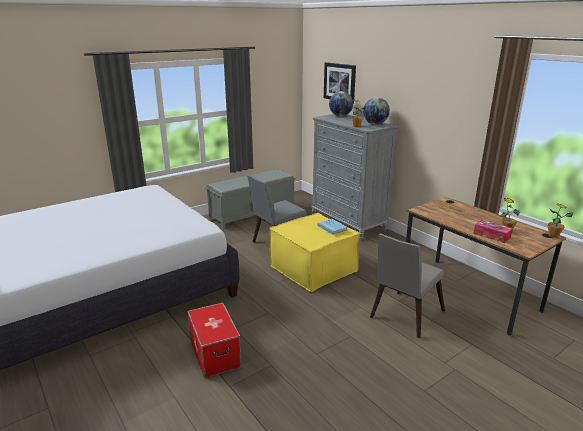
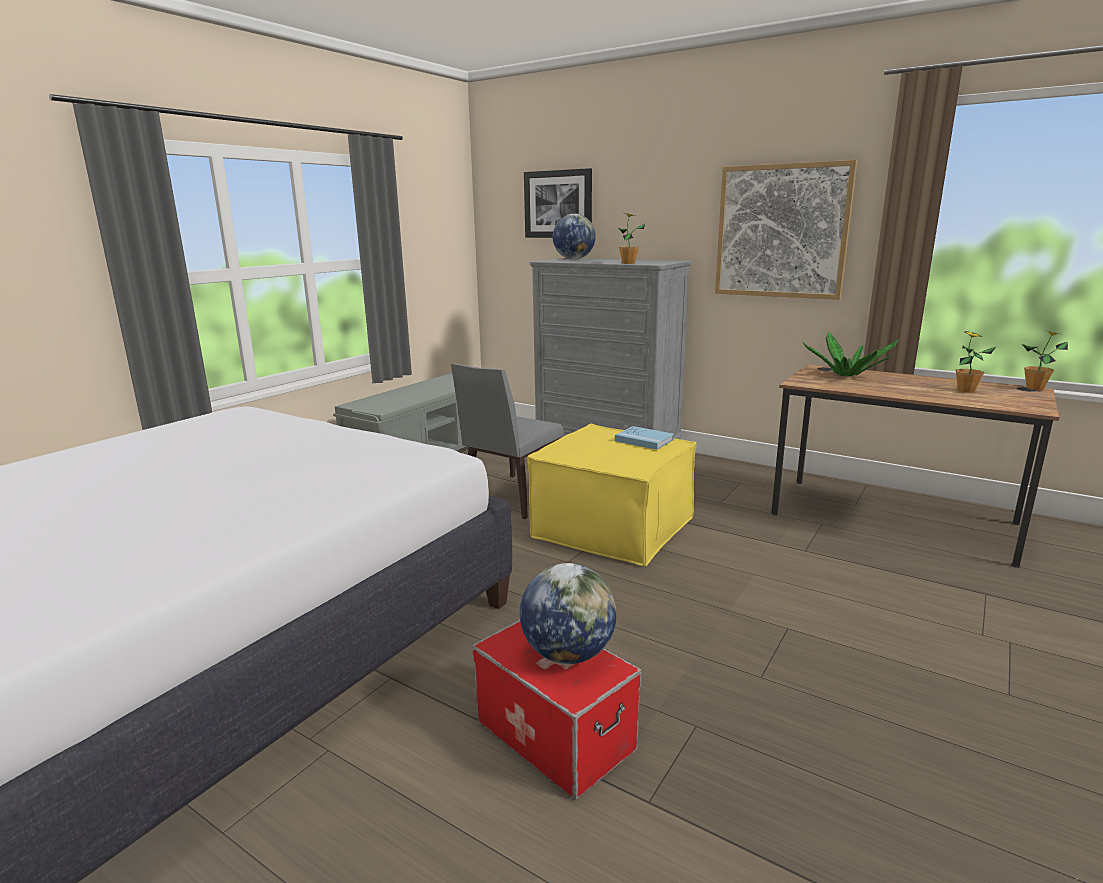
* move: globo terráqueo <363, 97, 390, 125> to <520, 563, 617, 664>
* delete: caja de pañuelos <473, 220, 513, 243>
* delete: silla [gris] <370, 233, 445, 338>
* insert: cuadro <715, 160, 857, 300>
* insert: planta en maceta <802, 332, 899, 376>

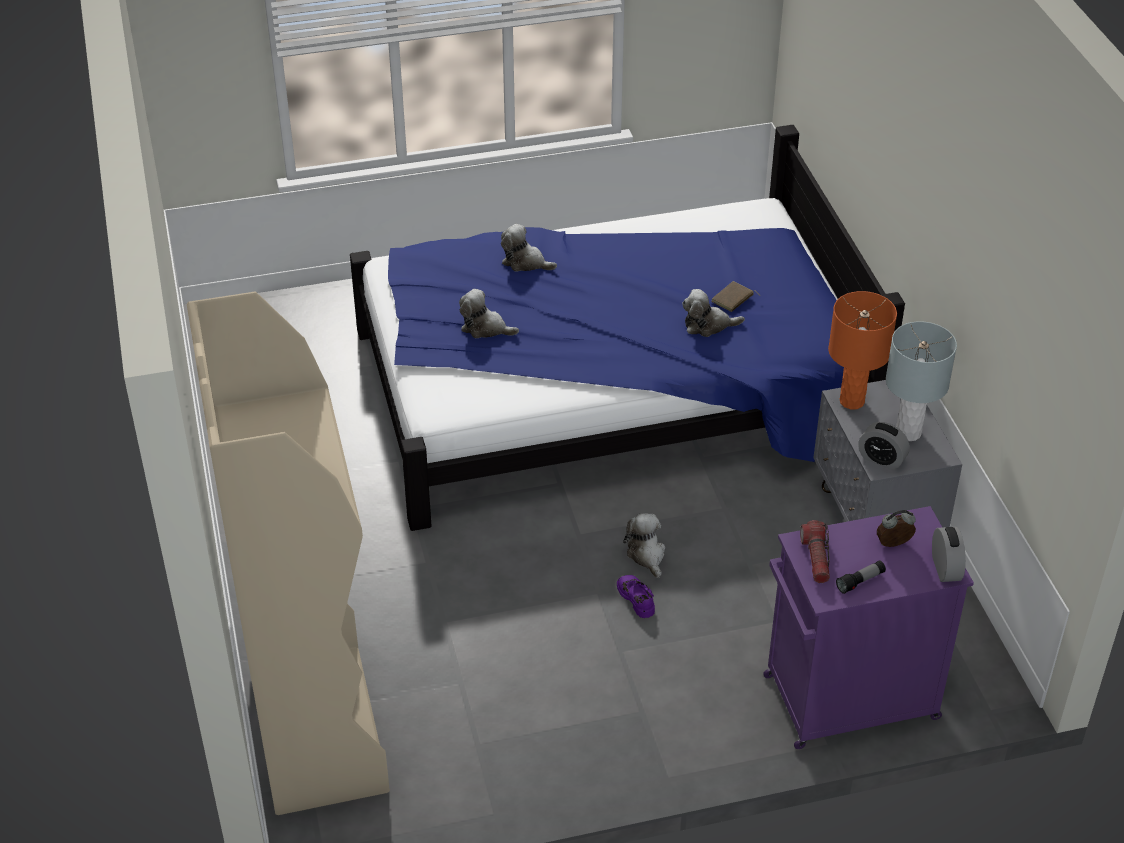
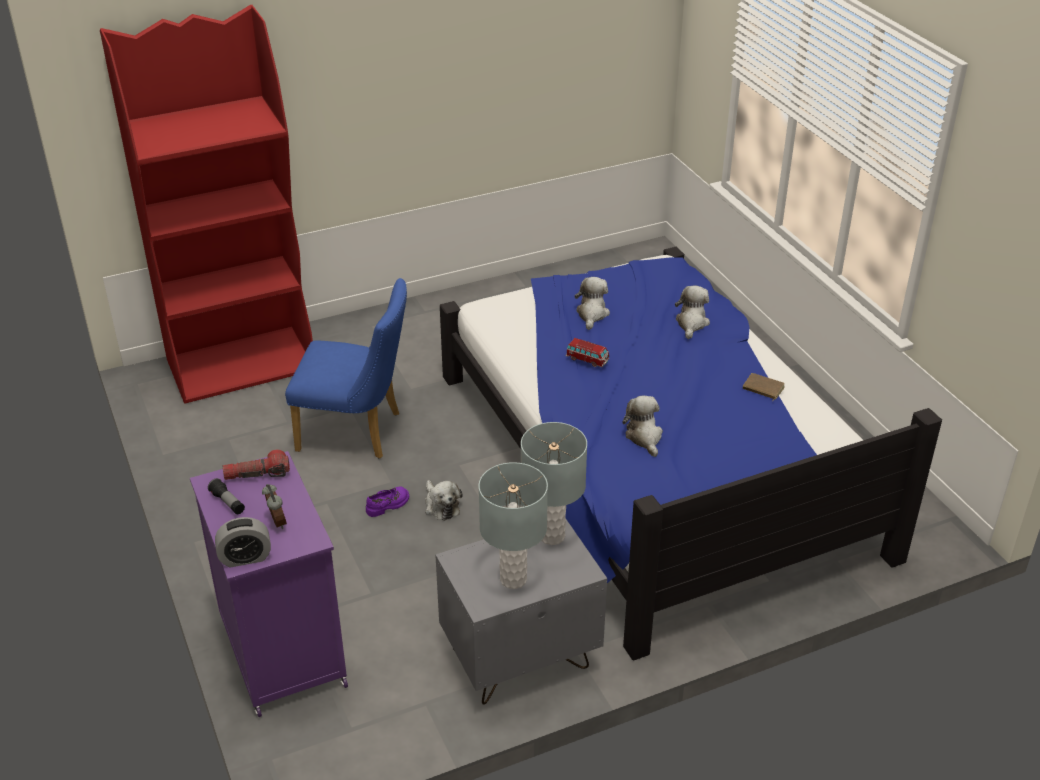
* move: libro [marrón] <711, 281, 760, 312> to <743, 373, 785, 402>
* recolor: estantería [beis] <187, 291, 390, 815> to estantería [rojo] <100, 5, 313, 403>
* recolor: lámpara de mesa [naranja] <828, 291, 897, 409> to lámpara de mesa [gris] <521, 422, 587, 545>
* delete: despertador <858, 422, 910, 470>
* rotate: peluche <623, 513, 665, 579> = <425, 480, 463, 521> 90 degrees clockwise
* insert: silla [azul] <285, 278, 407, 459>
* insert: coche de juguete <565, 338, 610, 367>

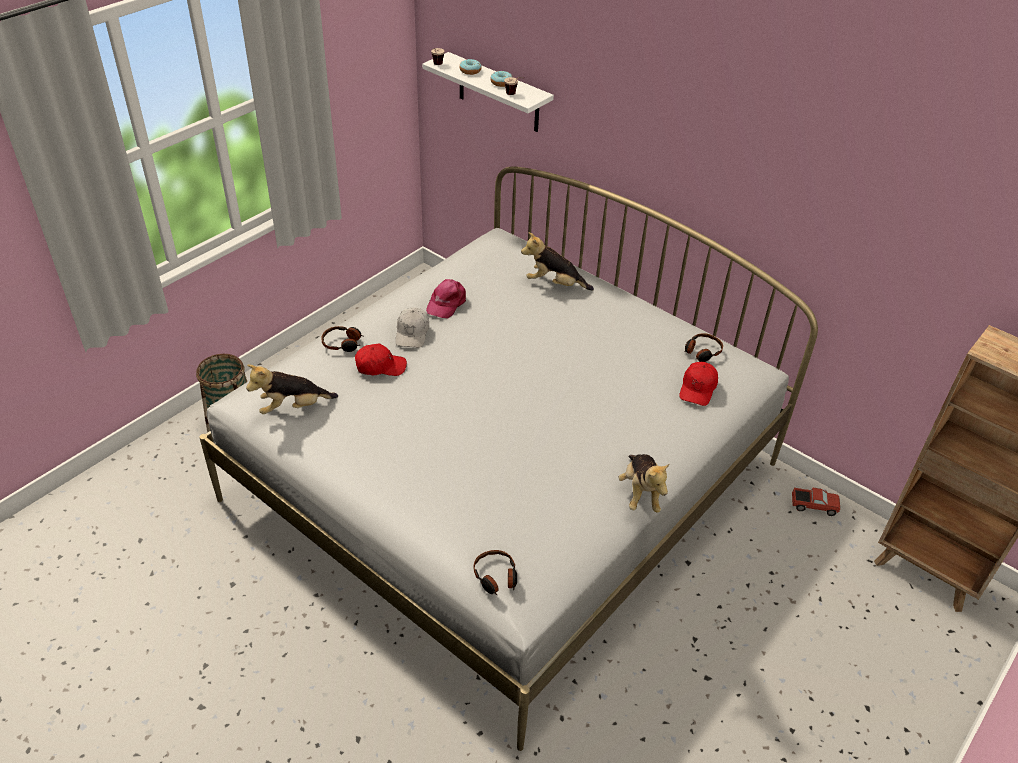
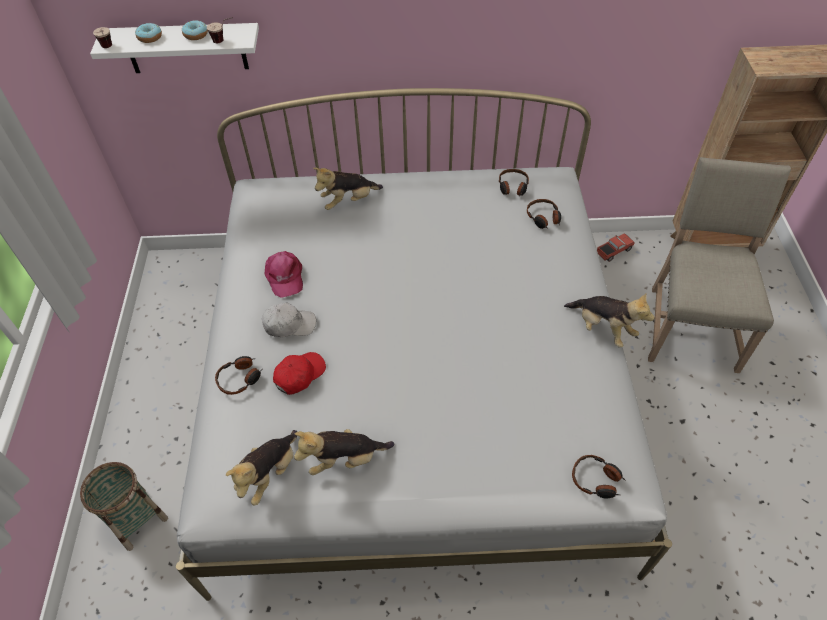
* rotate: gorra [blanco] <395, 307, 429, 348> = <262, 303, 316, 338> 60 degrees counterclockwise
* replace: gorra [rojo] <679, 362, 718, 406> to auriculares <527, 199, 561, 229>
* insert: silla [beis] <648, 157, 791, 373>
* insert: peluche <294, 429, 394, 475>

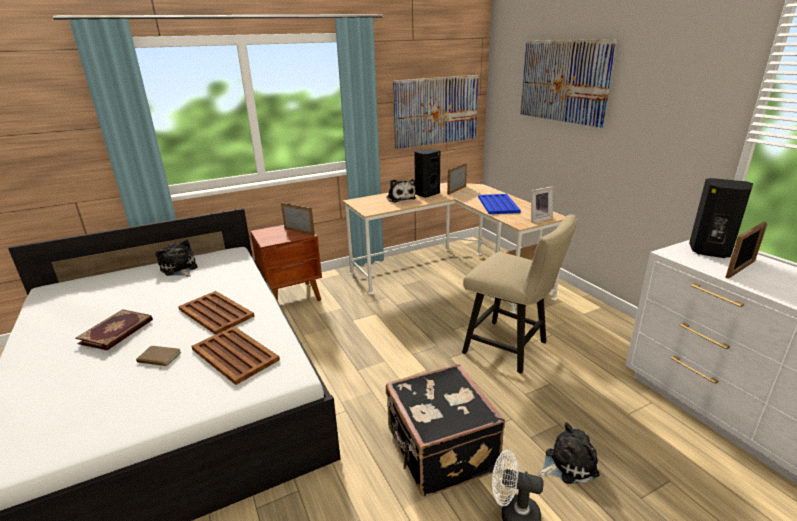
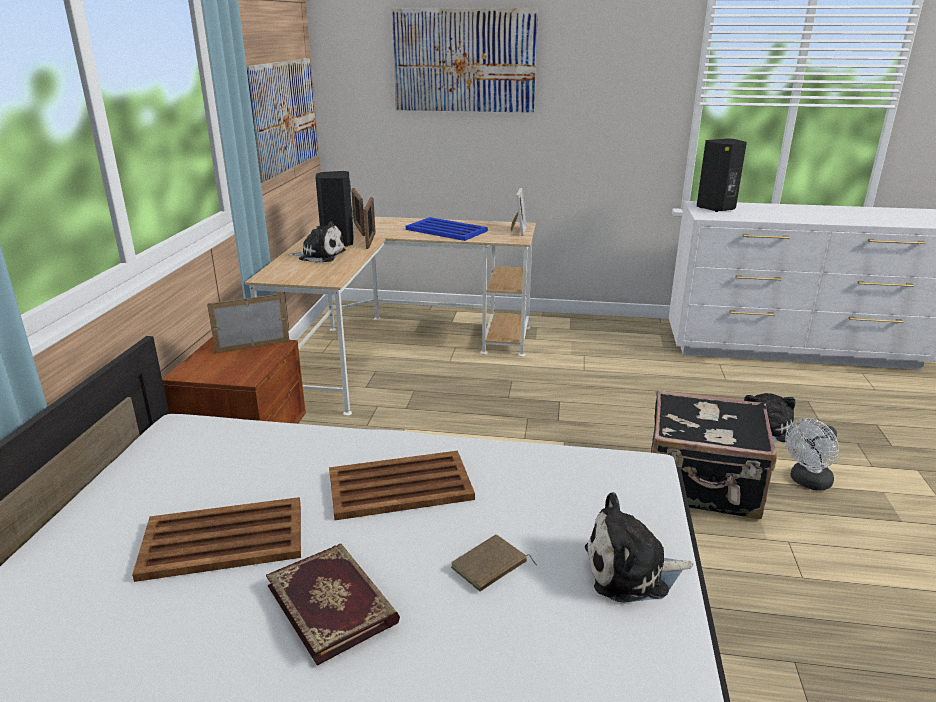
* delete: silla [beis] <462, 214, 577, 374>
* move: portarretratos <725, 222, 767, 279> to <364, 197, 376, 249>
* move: peluche <156, 240, 198, 277> to <585, 492, 693, 602>
* move: bandeja [marrón] <191, 326, 280, 385> to <132, 497, 301, 582>

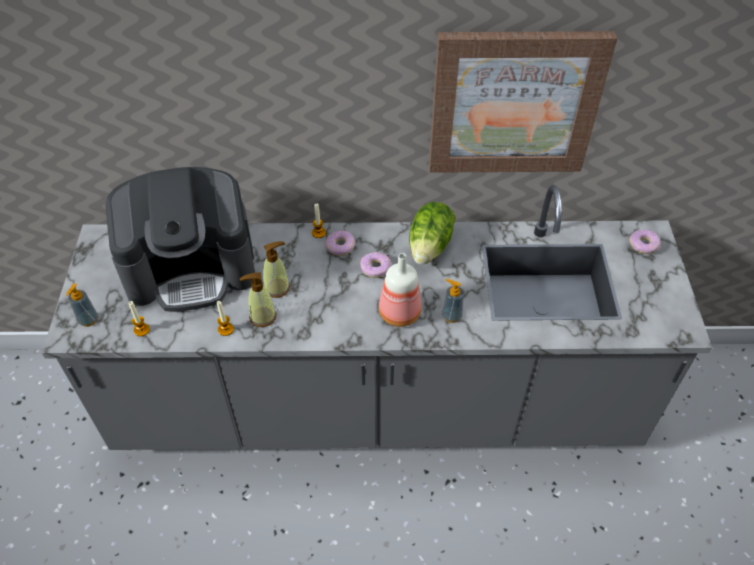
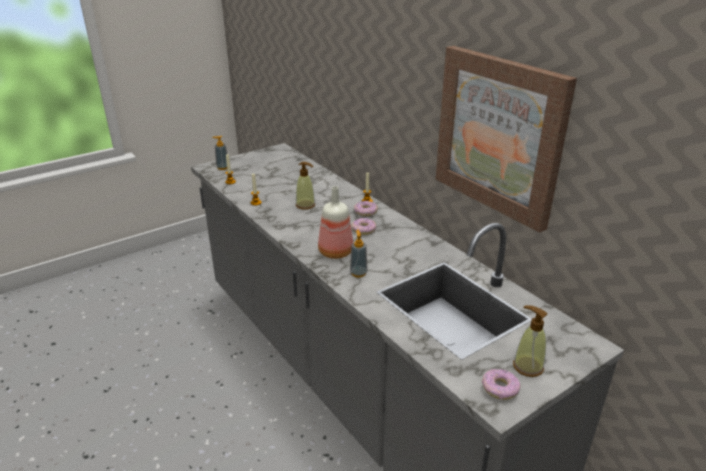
* delete: cafetera <106, 167, 255, 312>
* delete: lechuga <409, 202, 455, 265>
* move: rosquilla <629, 229, 661, 254> to <482, 369, 520, 400>
* move: dispensador de jabón <240, 272, 277, 327> to <513, 305, 548, 377>

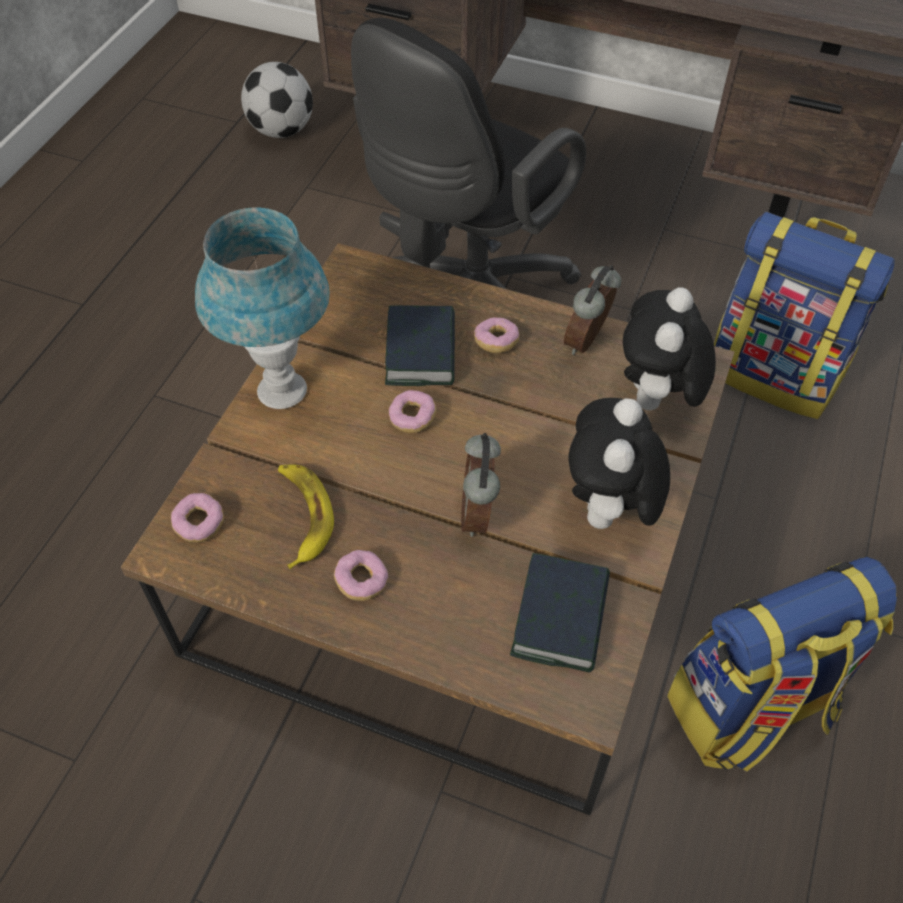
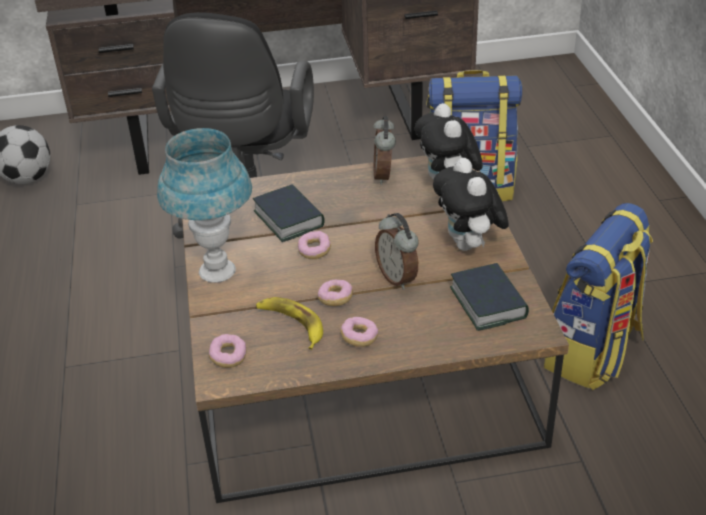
* move: rosquilla <474, 317, 519, 353> to <317, 280, 353, 306>

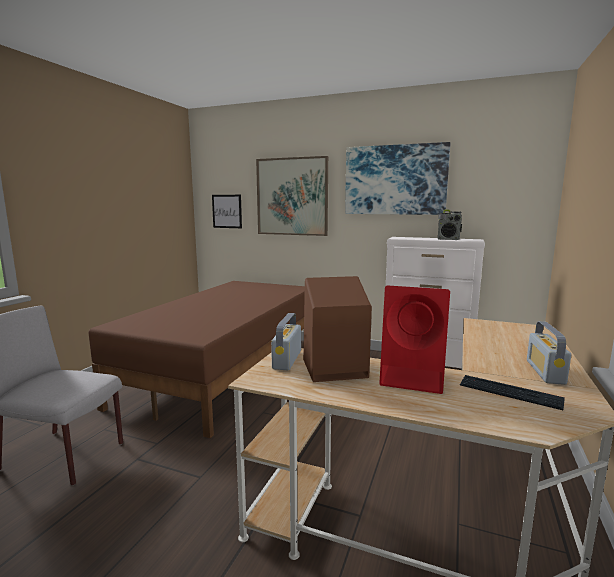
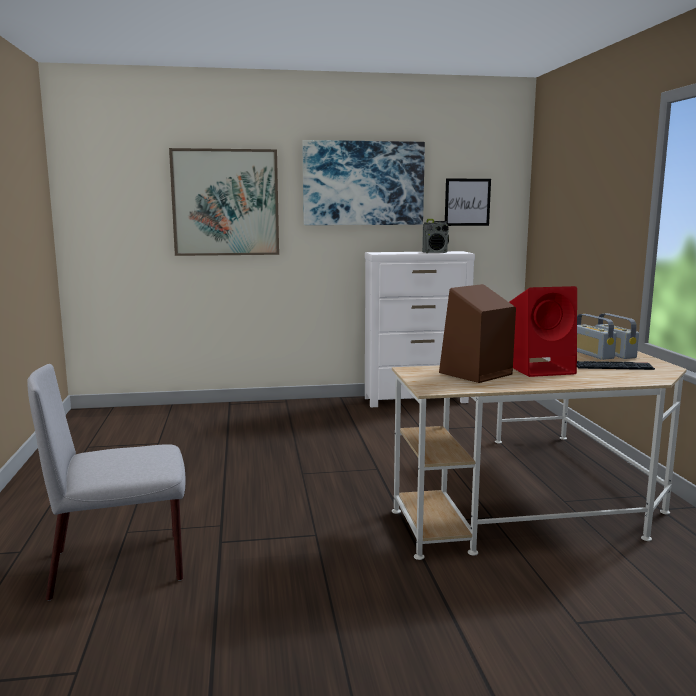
* move: cuadro <212, 195, 242, 228> to <445, 178, 491, 226>
* delete: cama [marrón] <88, 281, 305, 438>
* move: radio <271, 313, 301, 370> to <577, 314, 617, 360>

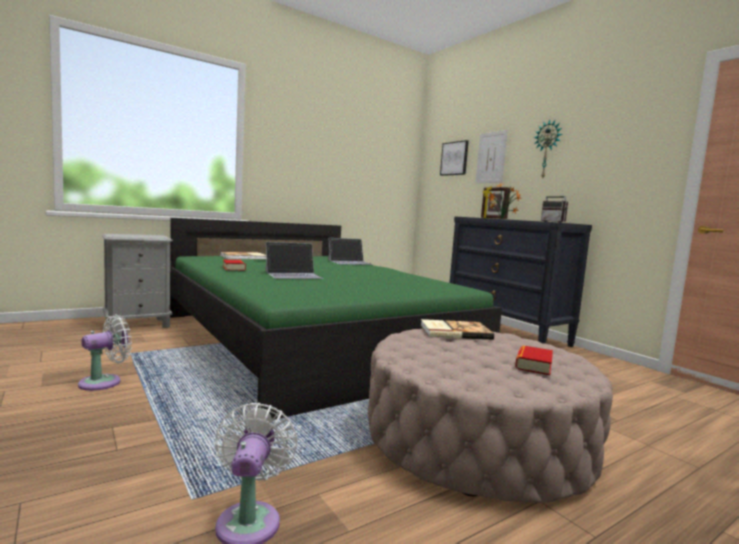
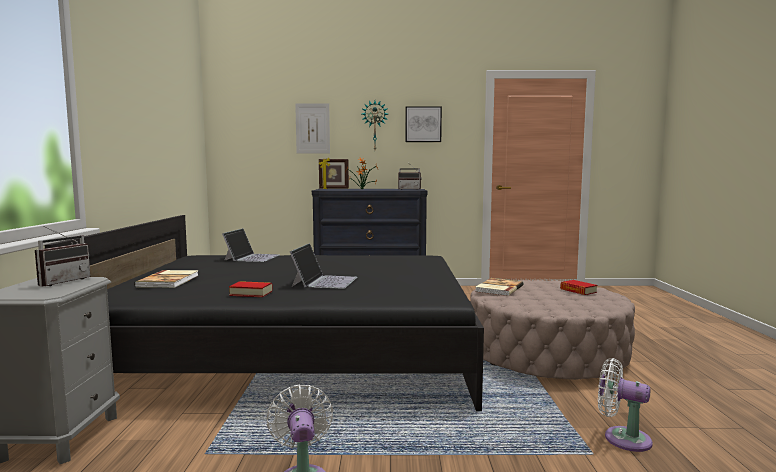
* move: cuadro <440, 140, 469, 176> to <405, 106, 442, 142>
* recolor: cama [verde] <170, 218, 502, 420> to cama [negro] <45, 215, 484, 411>
* insert: radio <35, 226, 90, 287>

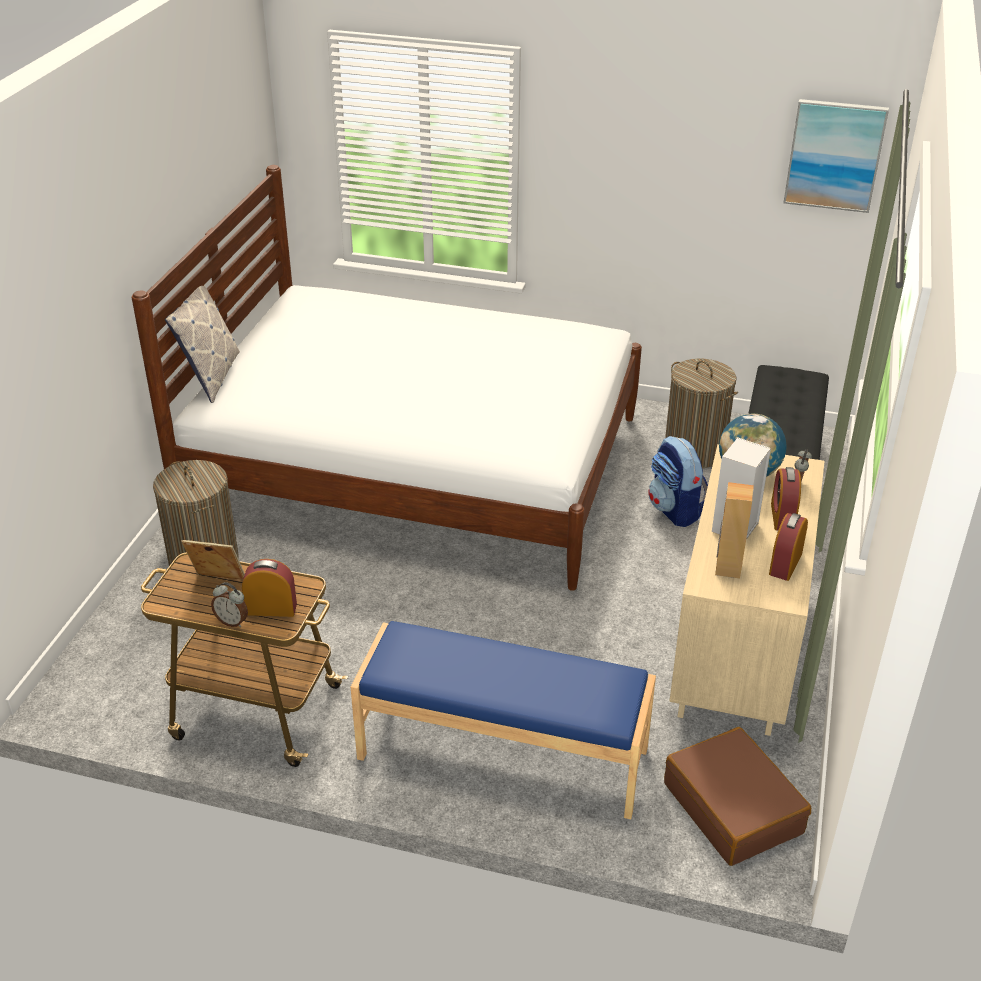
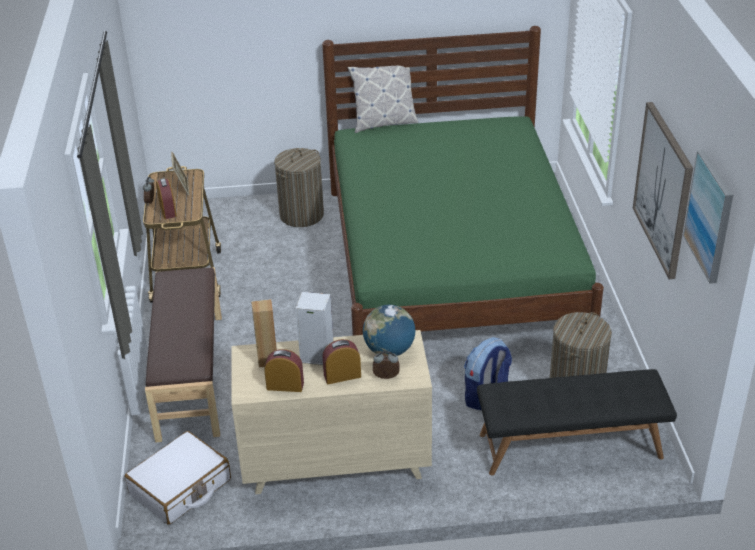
* recolor: cama [blanco] <132, 165, 642, 591> to cama [verde] <322, 26, 604, 336>
* recolor: banco [azul] <351, 621, 656, 819> to banco [marrón] <145, 267, 222, 442>
* recolor: maleta [marrón] <664, 727, 811, 866> to maleta [blanco] <125, 431, 231, 525>
* insert: cuadro <633, 102, 693, 279>

